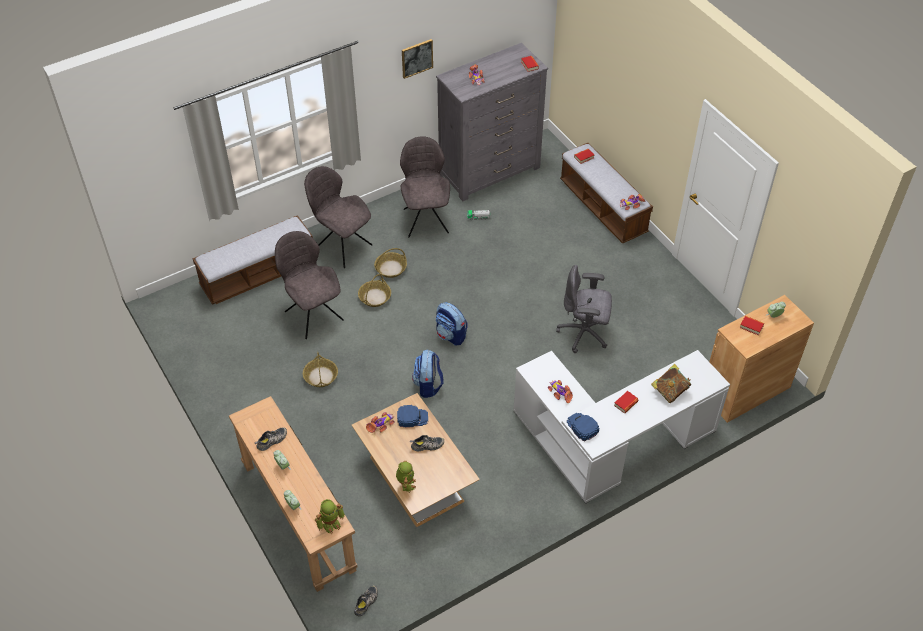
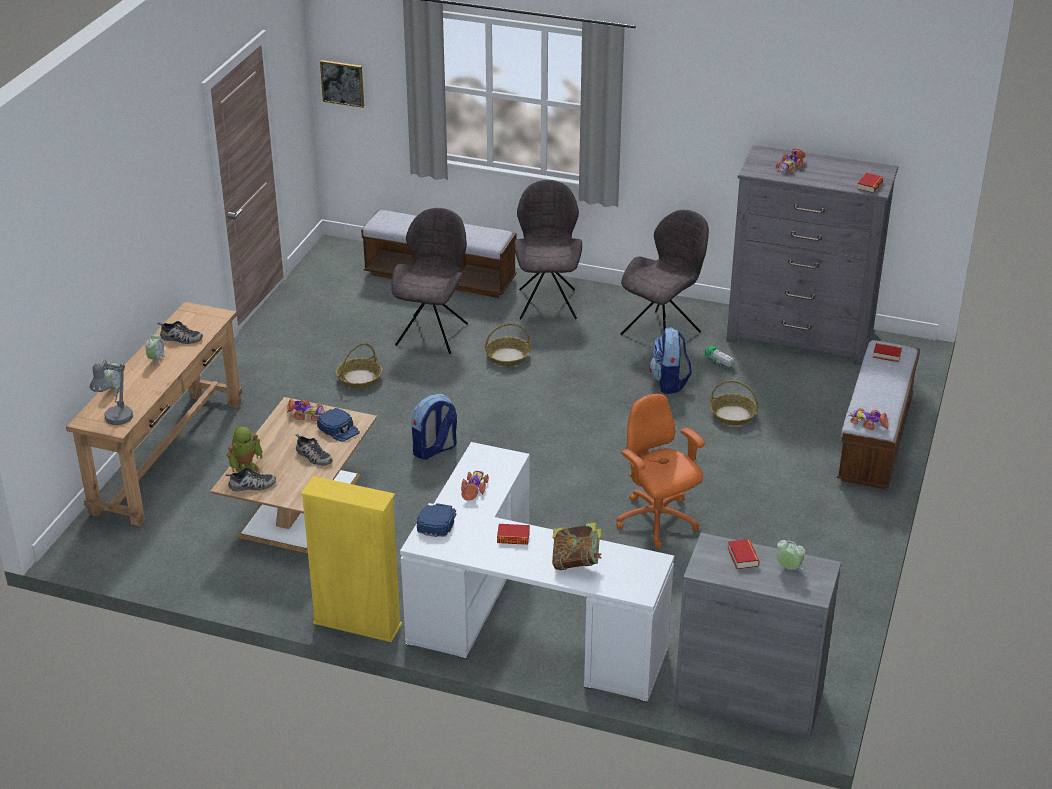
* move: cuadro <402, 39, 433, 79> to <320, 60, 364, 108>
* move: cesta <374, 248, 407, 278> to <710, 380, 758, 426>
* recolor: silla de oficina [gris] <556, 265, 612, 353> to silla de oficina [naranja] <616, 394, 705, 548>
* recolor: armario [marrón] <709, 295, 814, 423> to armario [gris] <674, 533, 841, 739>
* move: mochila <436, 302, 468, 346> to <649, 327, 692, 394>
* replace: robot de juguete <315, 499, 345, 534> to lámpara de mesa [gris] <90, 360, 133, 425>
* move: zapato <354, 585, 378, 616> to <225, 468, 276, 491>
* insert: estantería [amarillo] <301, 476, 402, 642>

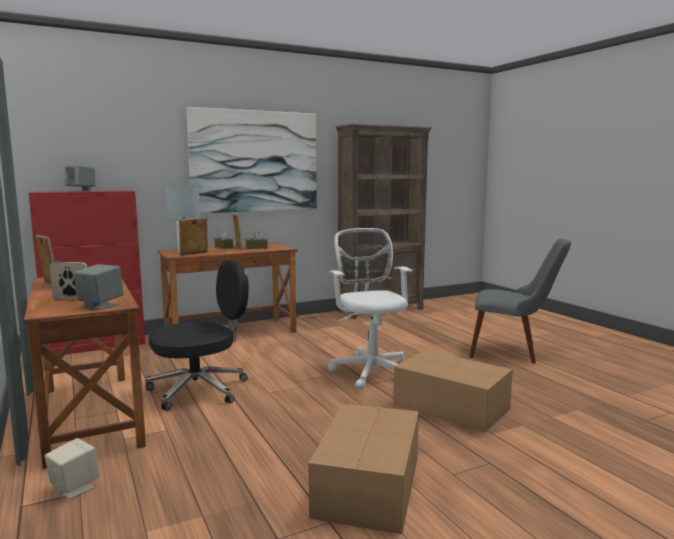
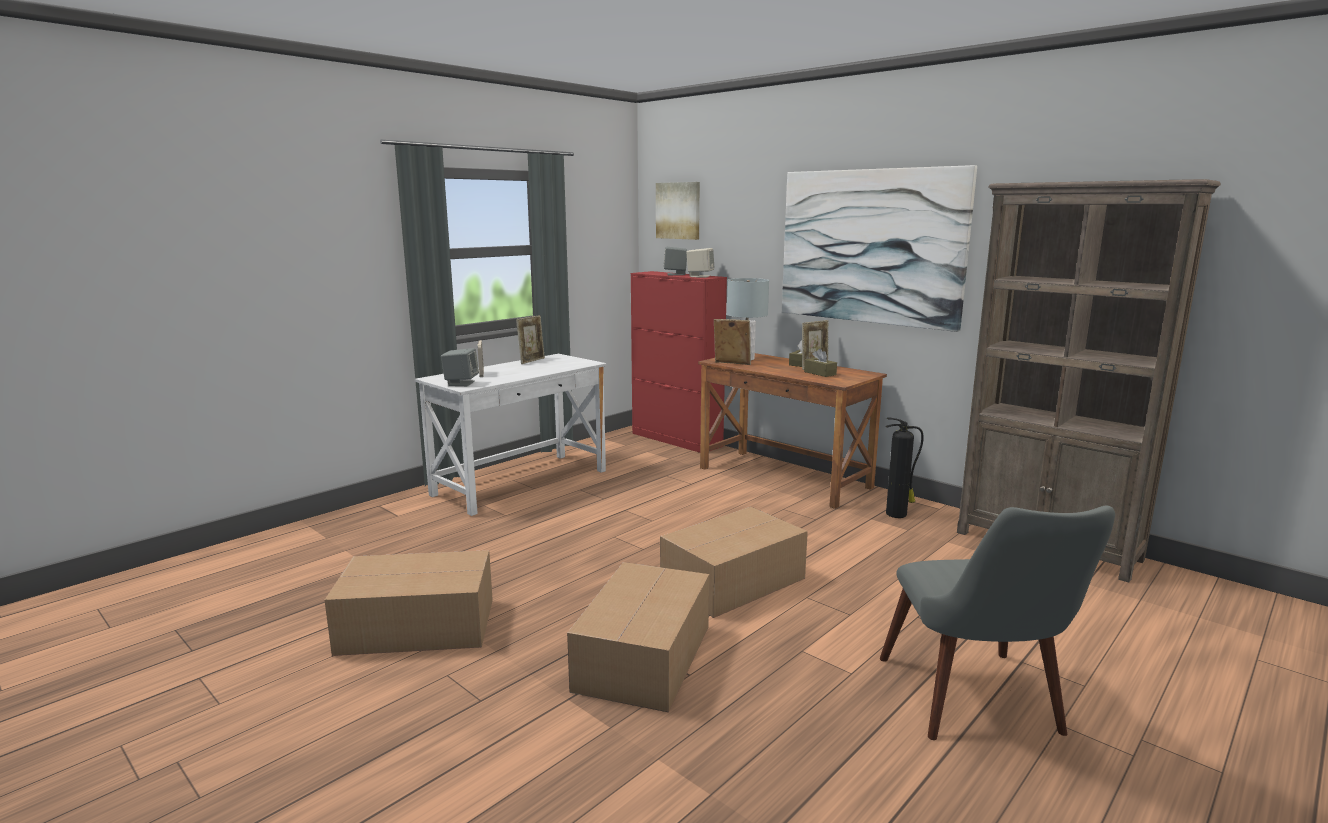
* replace: silla de oficina [blanco] <328, 228, 413, 390> to caja de cartón <660, 507, 808, 618>
* delete: silla de oficina [negro] <145, 260, 249, 411>
* recolor: escritorio [marrón] <24, 277, 146, 469> to escritorio [blanco] <415, 354, 607, 516>
* move: altavoz [beis] <45, 438, 100, 499> to <687, 248, 714, 278>
* insert: cuadro <656, 182, 700, 240>
* insert: extintor <886, 418, 924, 518>

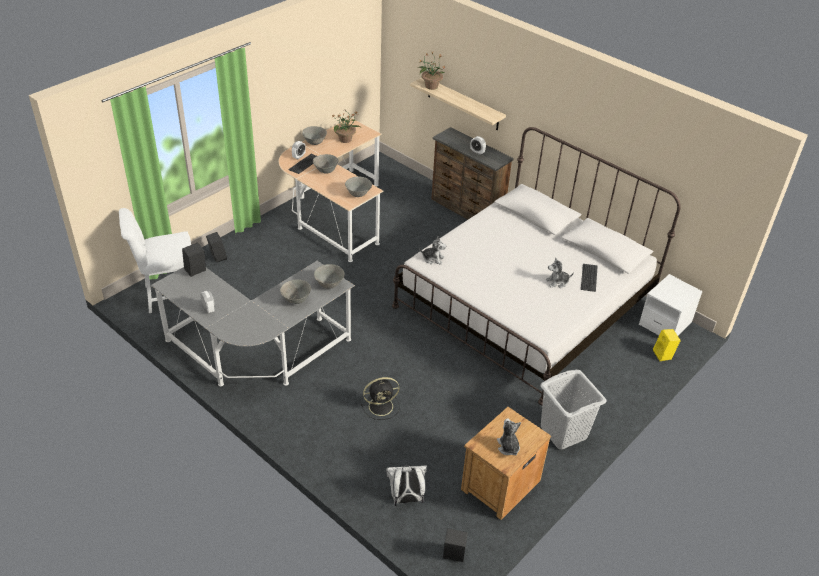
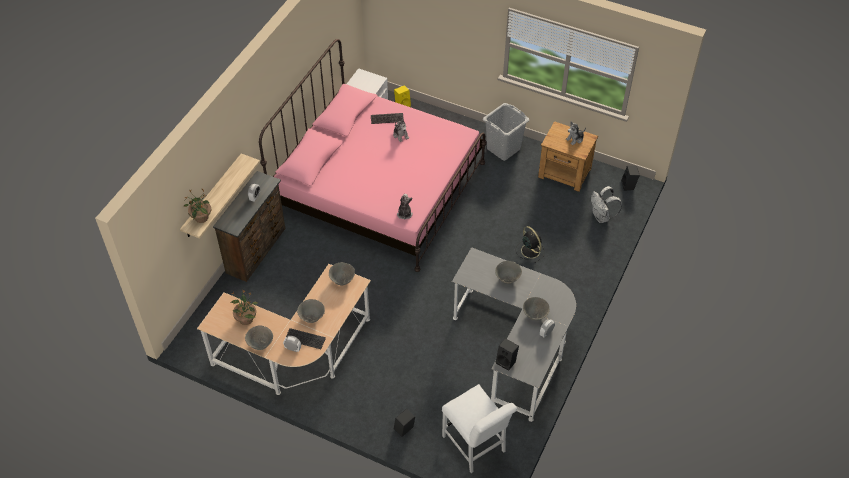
* recolor: cama [blanco] <392, 127, 681, 405> to cama [rosa] <259, 39, 487, 272>
* move: cuenco [gris] <314, 264, 345, 289> to <523, 297, 550, 321>

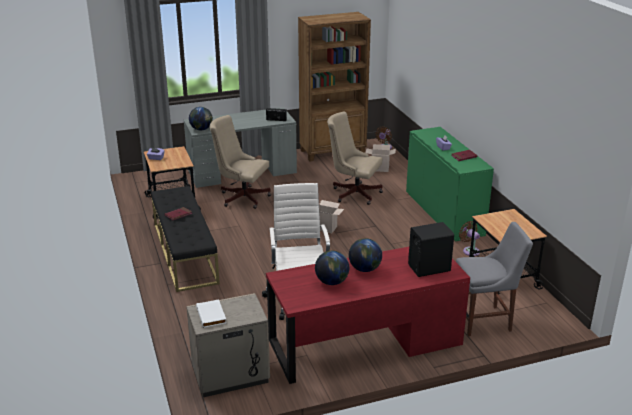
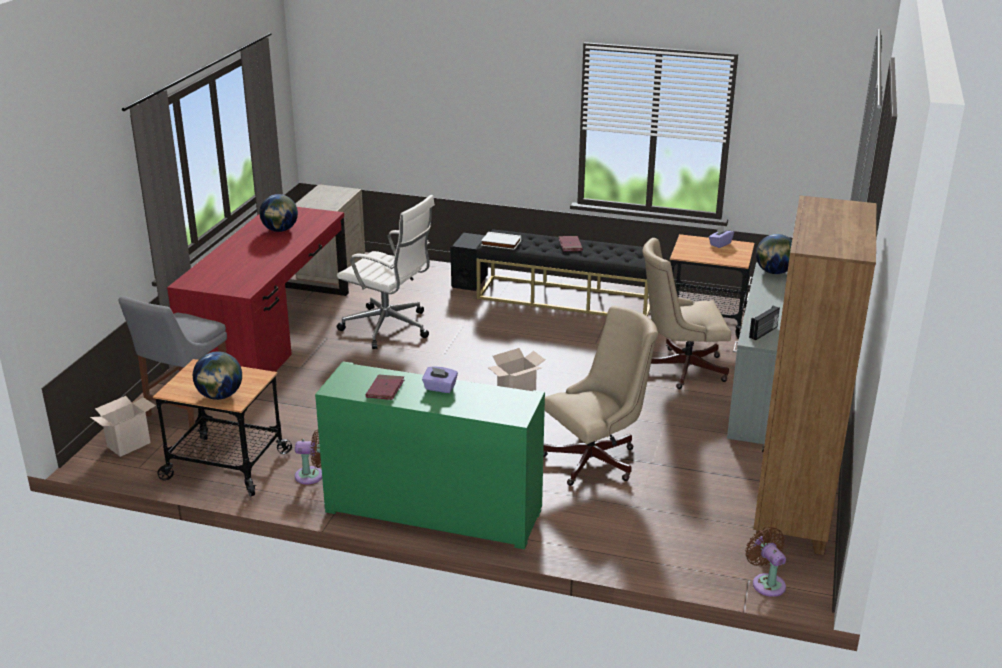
* rotate: silla de oficina [beis] <210, 115, 271, 209> = <643, 238, 731, 389> 150 degrees counterclockwise
* move: caja de cartón <366, 144, 396, 172> to <90, 396, 156, 457>
* move: altavoz [negro] <408, 222, 454, 277> to <451, 233, 488, 291>
* move: globo terráqueo <349, 238, 382, 272> to <193, 351, 242, 400>
* move: libro [blanco] <196, 300, 226, 328> to <481, 232, 521, 250>

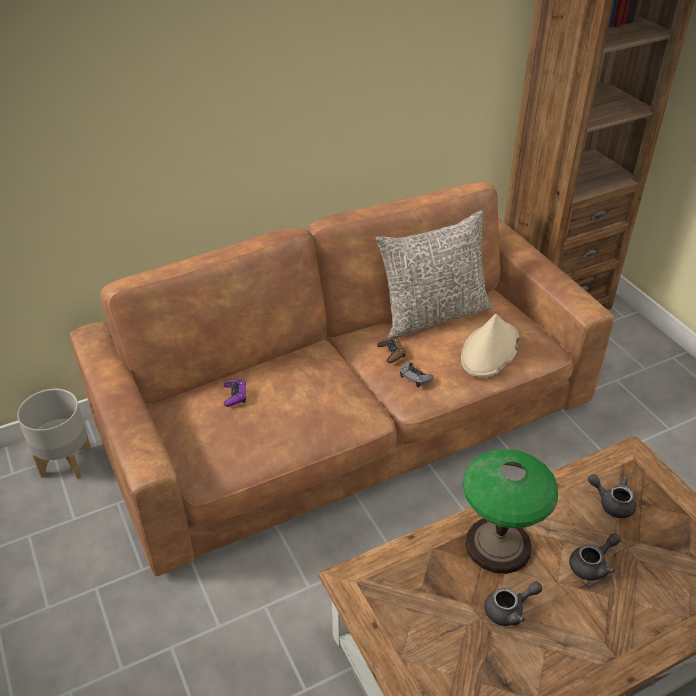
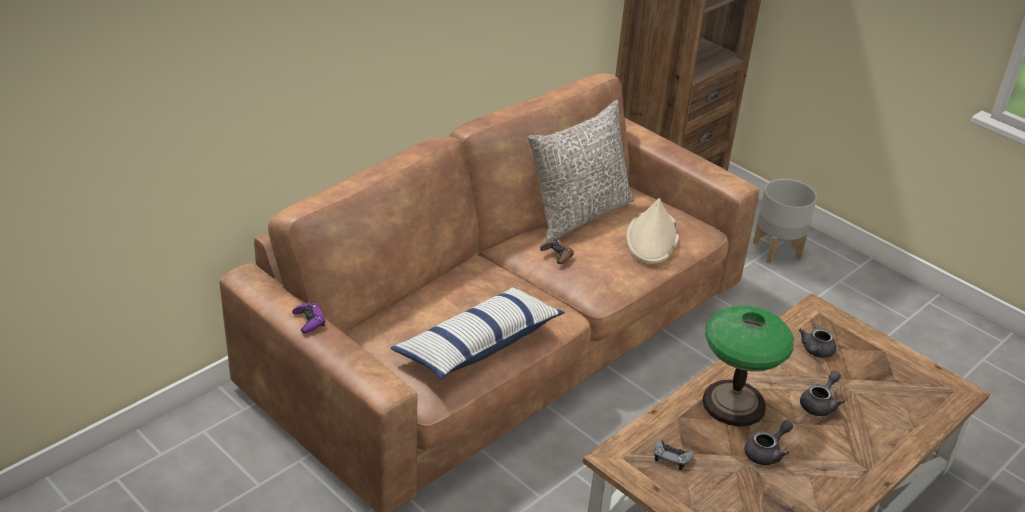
* move: mando de consola [gris] <400, 363, 434, 387> to <654, 440, 695, 470>
* move: mando de consola [morado] <223, 379, 246, 407> to <292, 302, 325, 333>
* move: maceta [gris] <17, 389, 92, 479> to <753, 179, 817, 263>
* rotate: tetera [gris] <588, 474, 636, 518> = <799, 328, 836, 358> 75 degrees counterclockwise
* insert: cojín <391, 287, 565, 380>

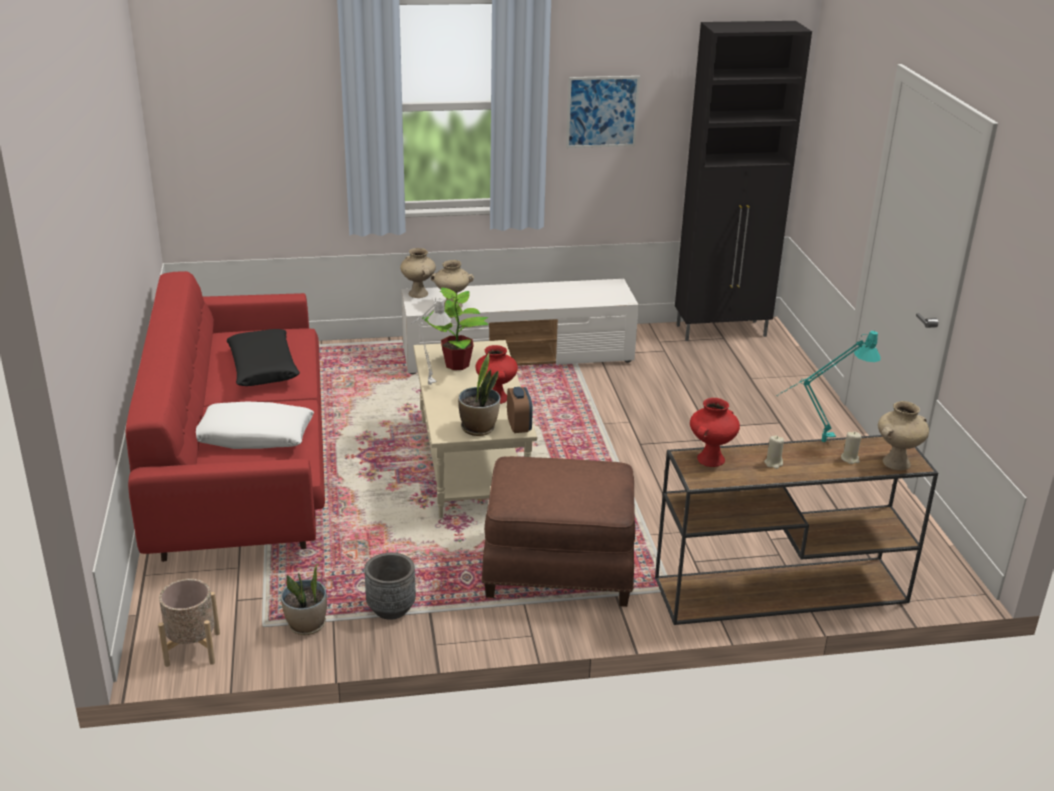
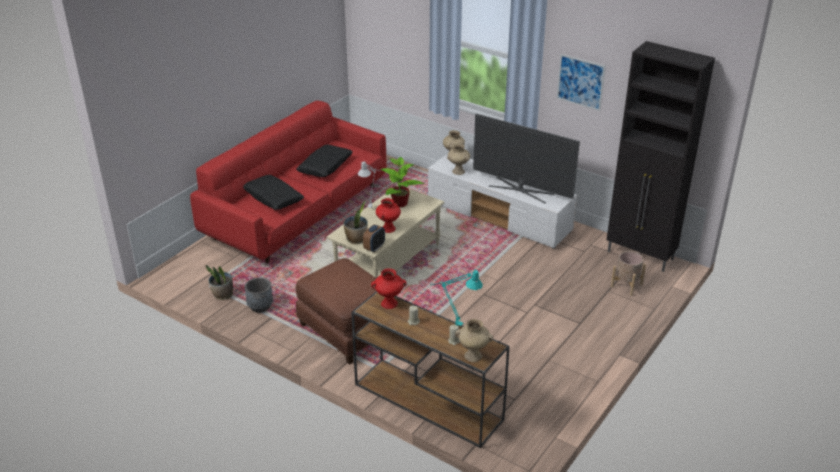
* recolor: cojín [blanco] <196, 402, 314, 449> to cojín [negro] <243, 175, 304, 210>
* move: maceta [beis] <158, 579, 220, 667> to <611, 251, 646, 296>
* insert: televisor <473, 113, 580, 203>

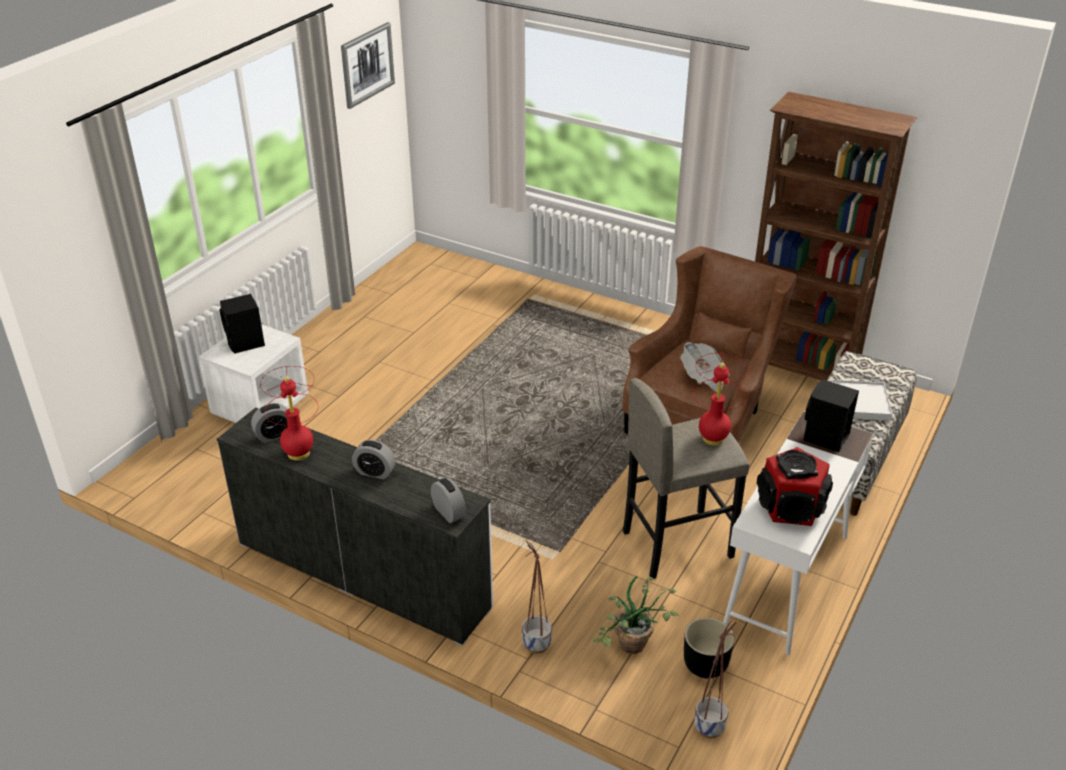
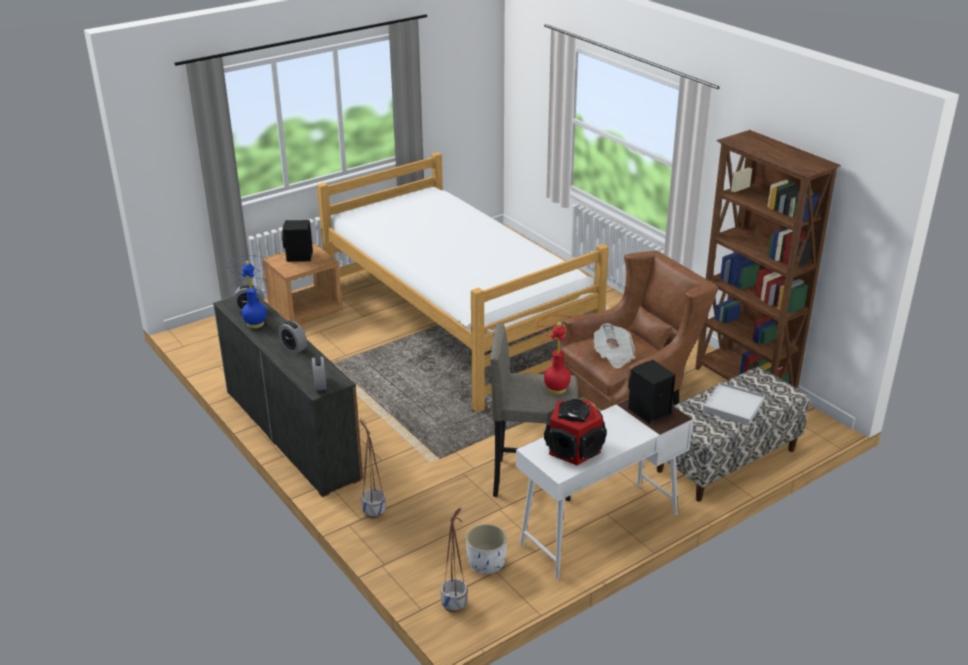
* delete: cuadro <341, 22, 395, 109>
* recolor: mesita de noche [blanco] <199, 324, 309, 423> to mesita de noche [marrón] <263, 243, 343, 325>
* recolor: lámpara de mesa [rojo] <260, 366, 318, 461> to lámpara de mesa [azul] <227, 256, 271, 328>
* recolor: cómoda [blanco] <217, 408, 493, 646> to cómoda [marrón] <213, 296, 363, 497>
* delete: planta en maceta <594, 576, 679, 654>
* recolor: maceta [negro] <684, 618, 734, 678> to maceta [blanco] <466, 524, 507, 574>
* insert: cama <317, 152, 609, 412>

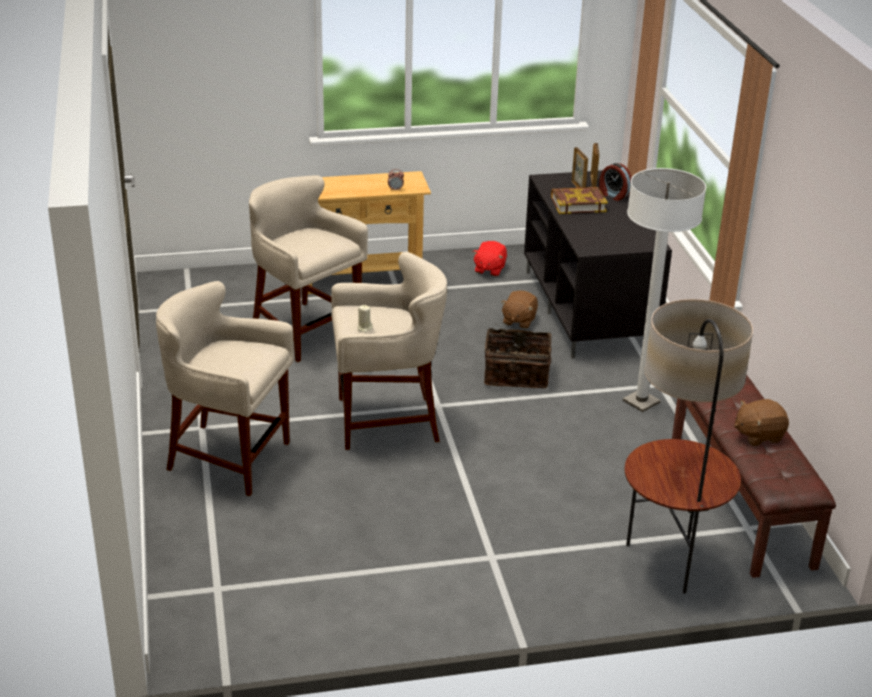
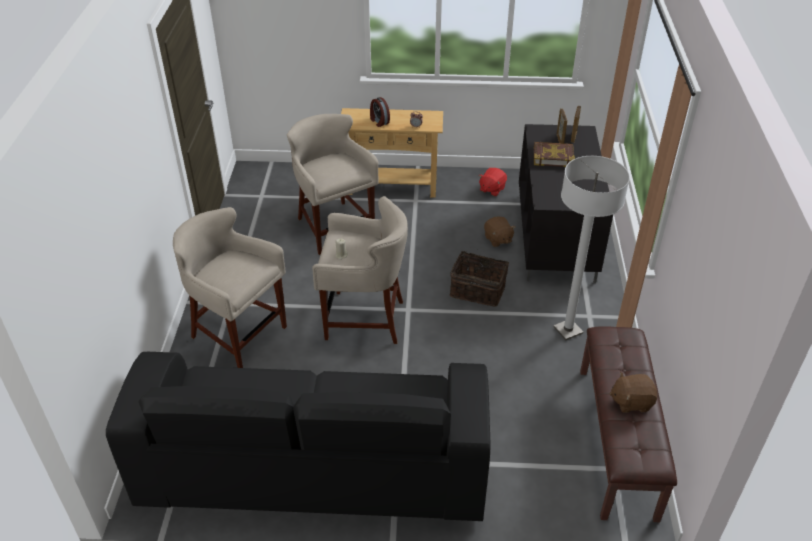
* move: despertador <599, 163, 632, 201> to <370, 97, 390, 127>
* rotate: peluche [marrón] <501, 291, 538, 329> = <484, 216, 516, 247> 60 degrees counterclockwise
* delete: lámpara de pie <625, 299, 753, 594>
* insert: sofá [negro] <106, 352, 490, 521>

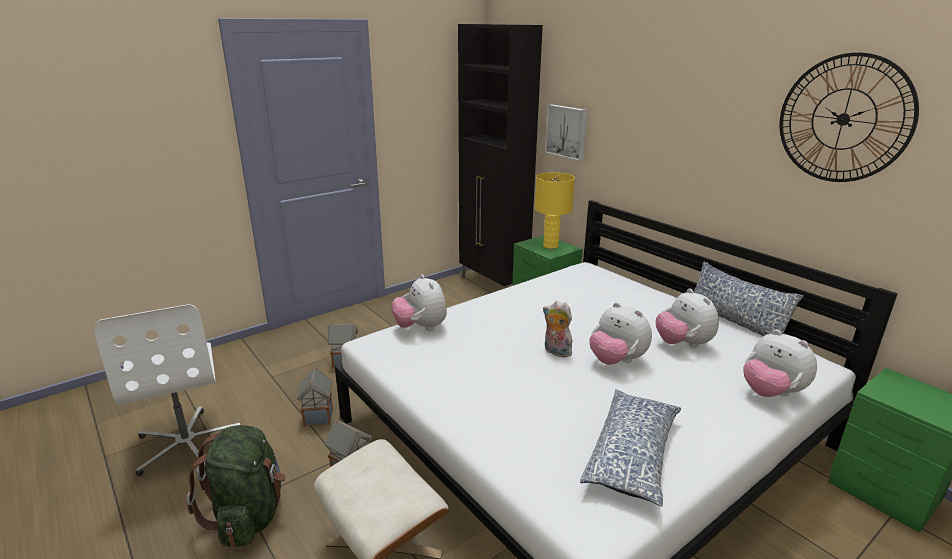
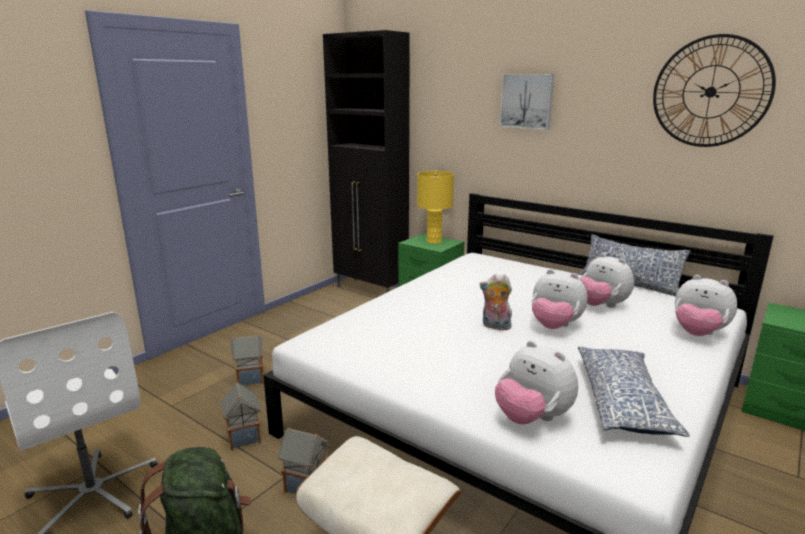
* move: cuadro <545, 104, 588, 161> to <500, 74, 554, 130>
* move: peluche <392, 274, 447, 331> to <495, 341, 578, 424>

